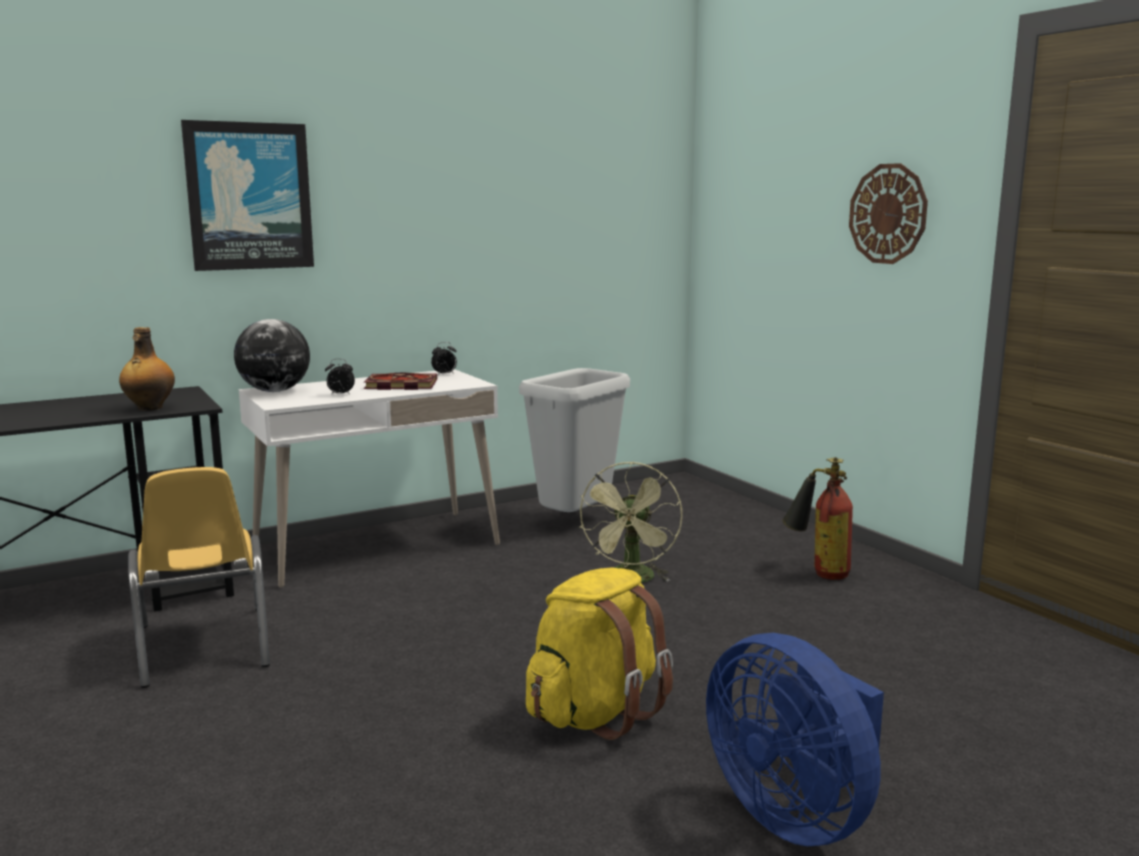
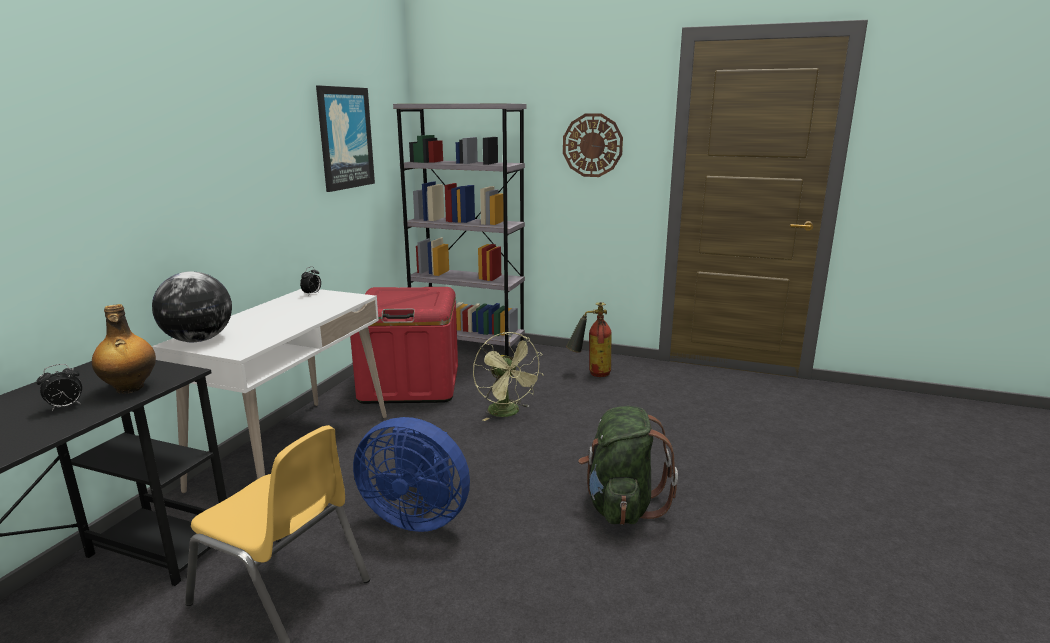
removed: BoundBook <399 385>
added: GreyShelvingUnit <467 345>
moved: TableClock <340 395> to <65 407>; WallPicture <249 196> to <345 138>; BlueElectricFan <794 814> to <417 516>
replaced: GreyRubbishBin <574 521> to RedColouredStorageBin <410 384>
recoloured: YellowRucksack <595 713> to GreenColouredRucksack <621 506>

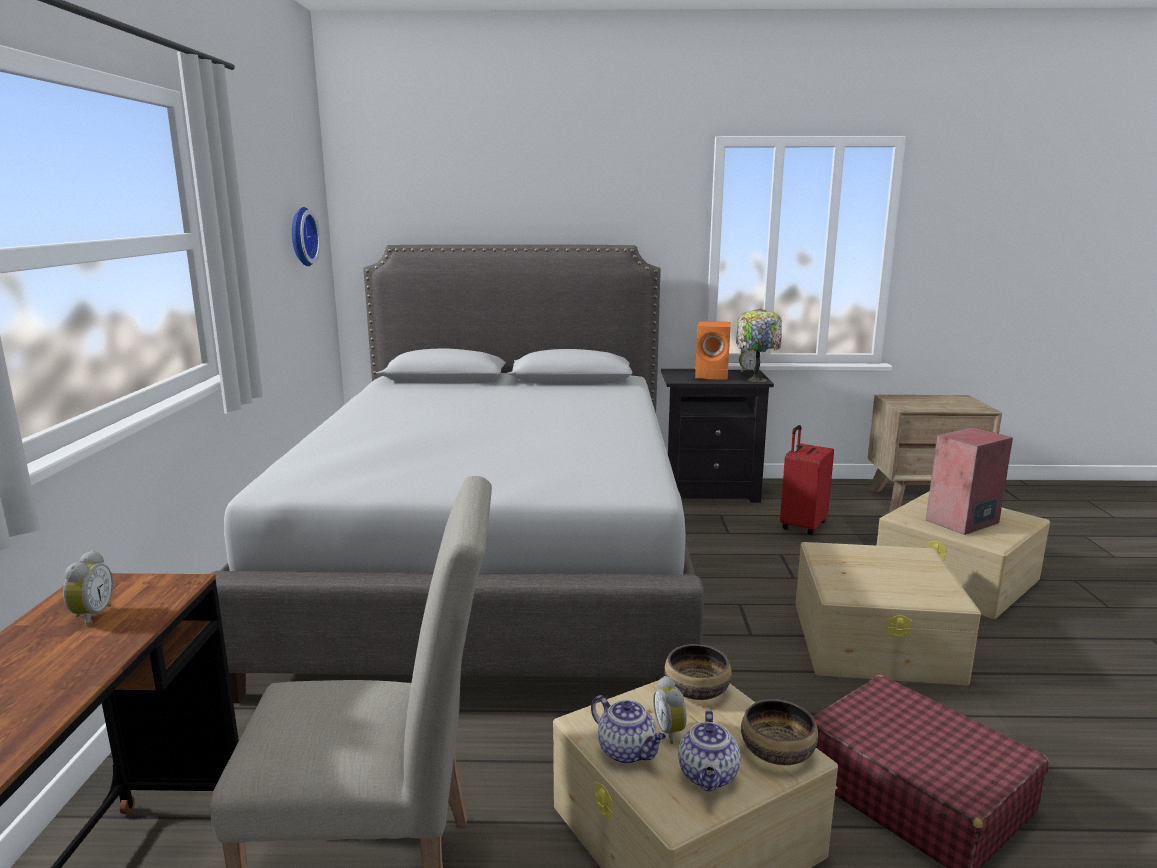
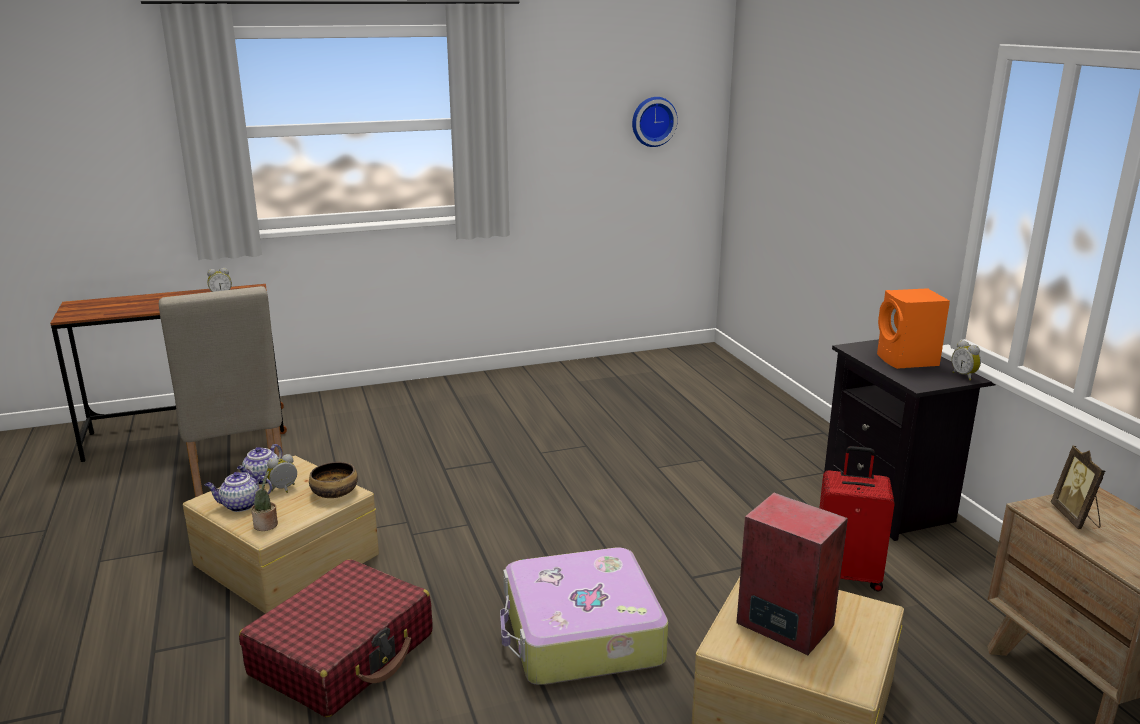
removed: GreySleepingBed <496 561>; LampForATable <756 379>
added: StandingFrame <1076 518>
replaced: DeepDish <777 752> to PottedPlant <267 525>; BeigeStorageBin <876 641> to PieceOfLuggage <580 635>

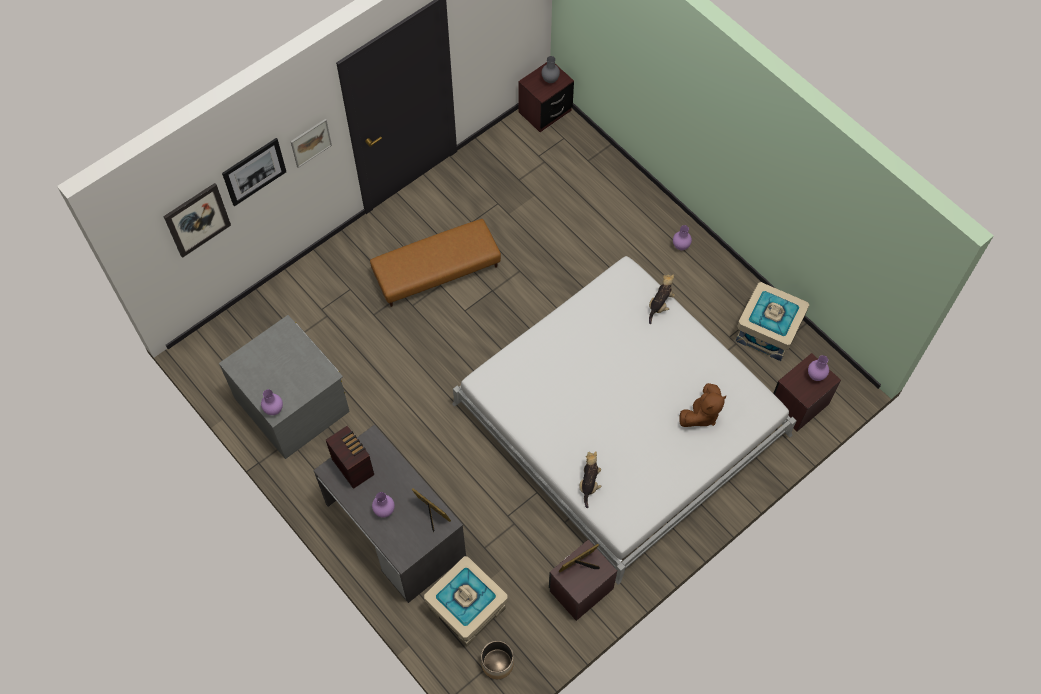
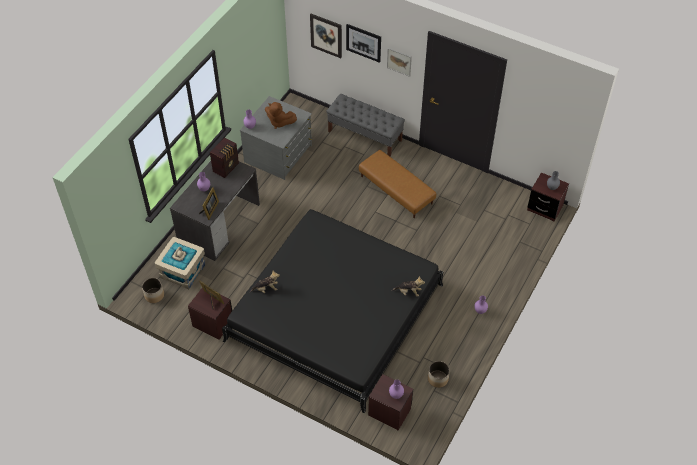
added: GreyLongSeat <365 136>
moved: BrownishSoftToy <701 414> to <279 122>
replaced: BeigeStorageBin <767 331> to Planter <438 379>
recoloured: WhiteSleepingBed <621 419> to BlackishSleepingBed <335 312>

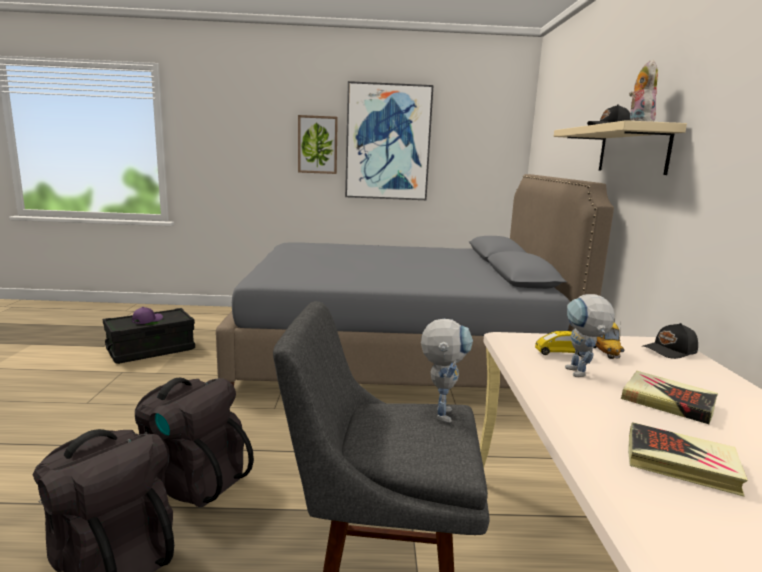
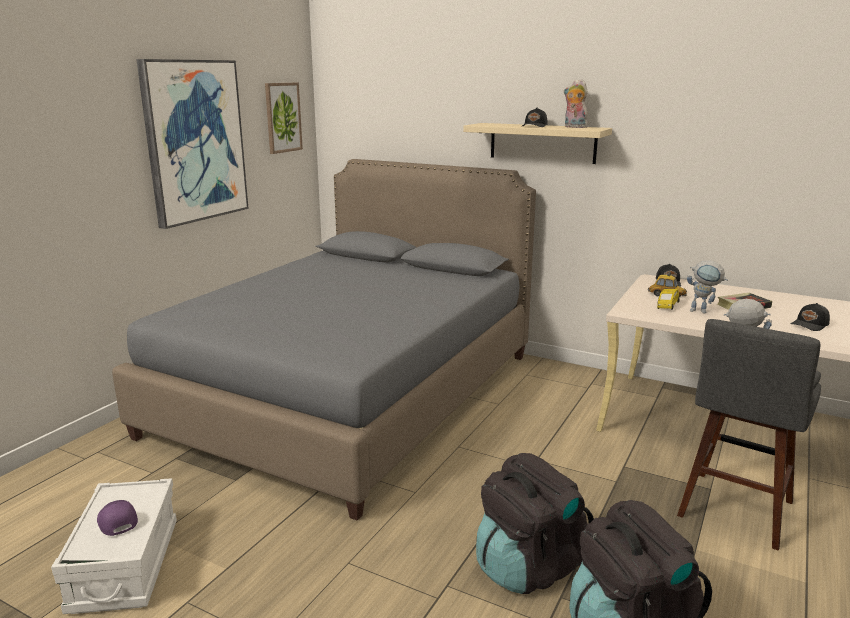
moved: WallPicture <317 144> to <282 117>
replaced: BoundBook <681 464> to BlackishCap <810 325>
recoloured: BlackishStorageBin <151 350> to WhiteStorageBin <125 565>

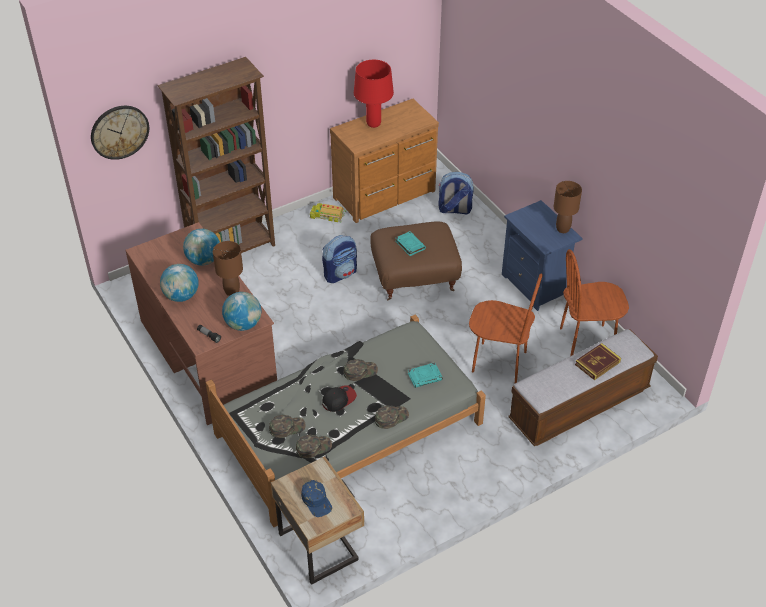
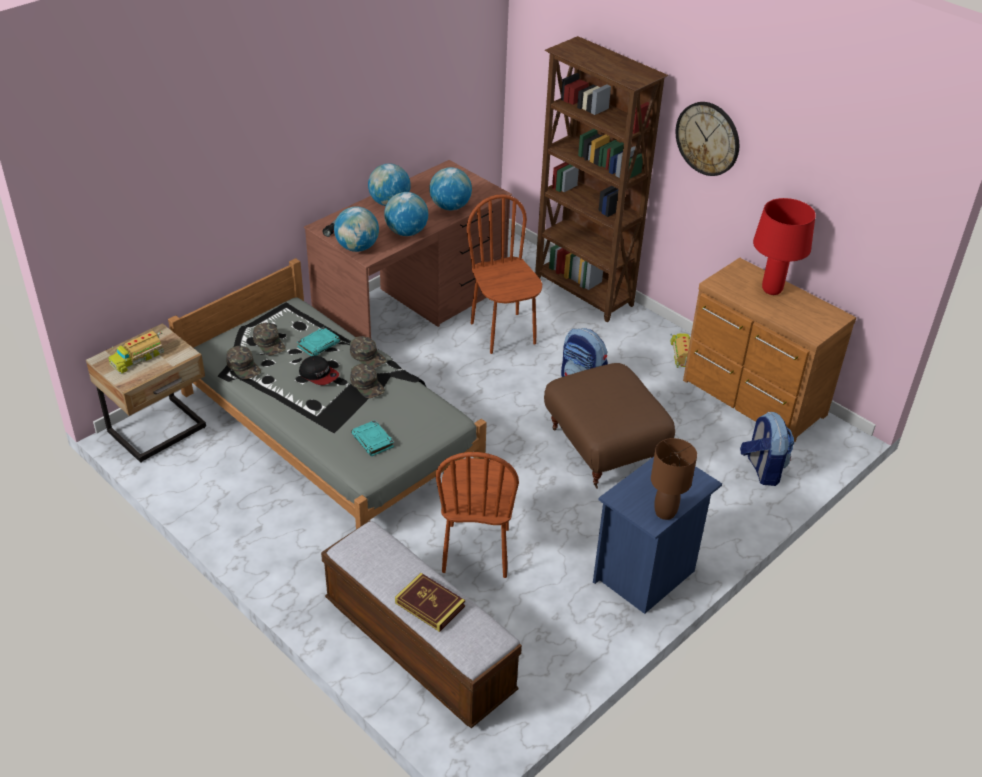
moved: TurquoiseColouredBoundBook <409 245> to <319 344>; GreenColouredCap <391 417> to <368 356>; BrownishUprightChair <586 341> to <503 333>; ClockOnTheWall <119 132> to <708 138>
replaced: BlueCap <317 501> to ModelTruck <137 358>; BrownishLampForATable <231 291> to Globe <406 232>

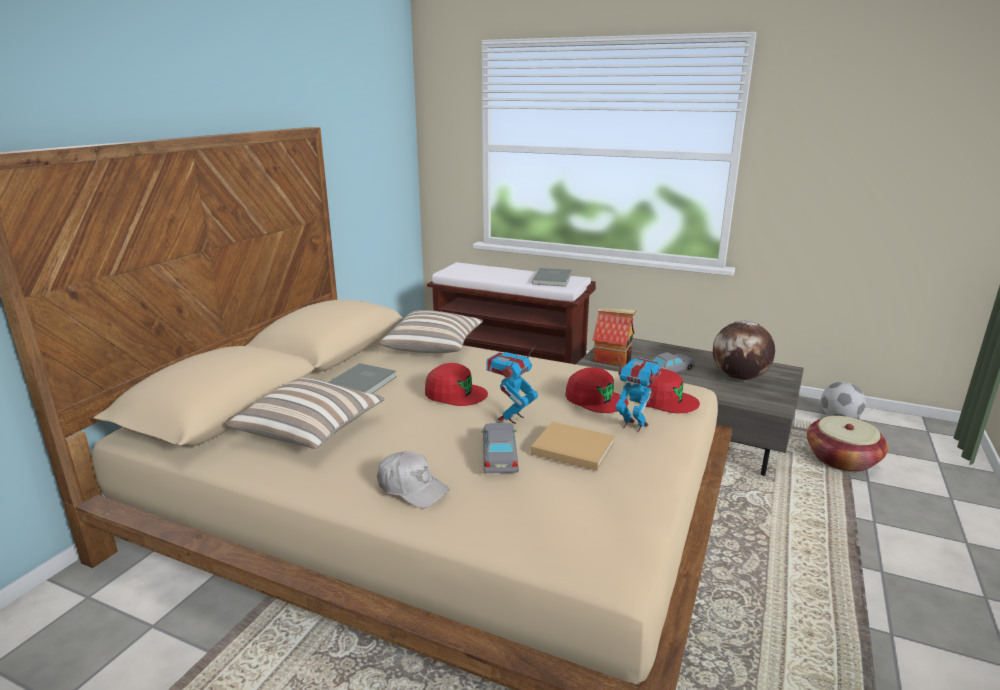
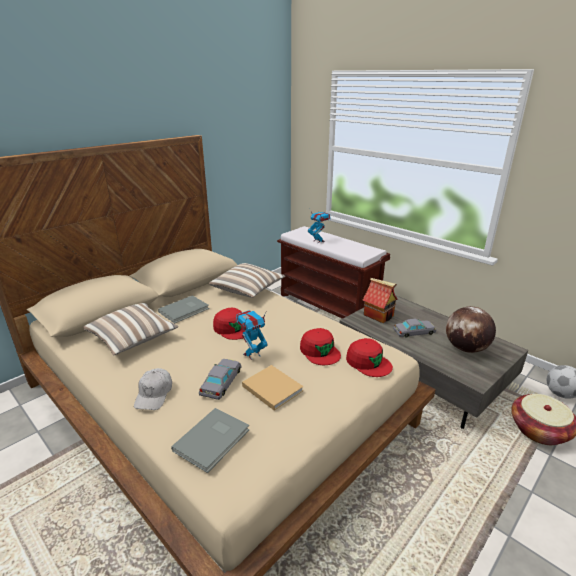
moved: GreyBoundBook <553 279> to <214 440>; ToyRobot <634 425> to <318 241>
turned: WhiteCap <412 488> = <154 394> 45 degrees clockwise

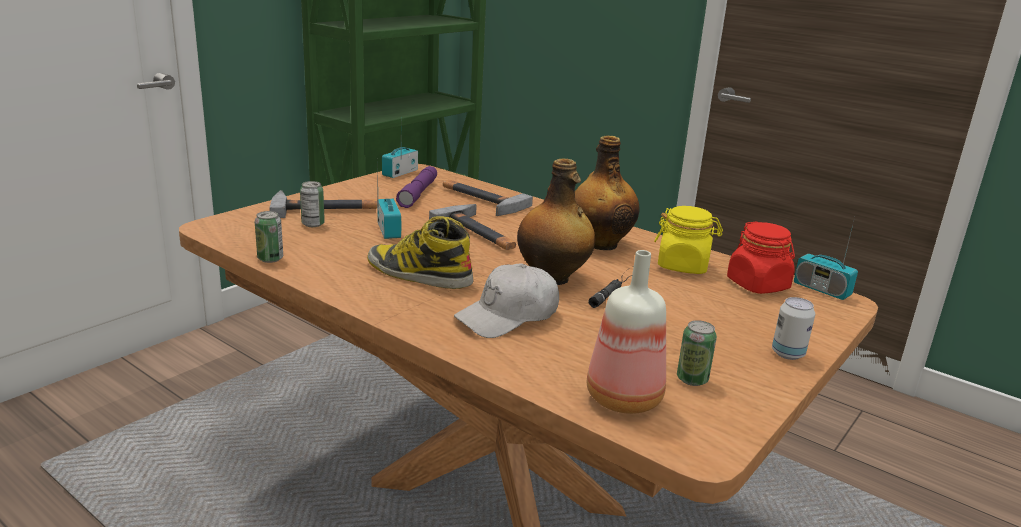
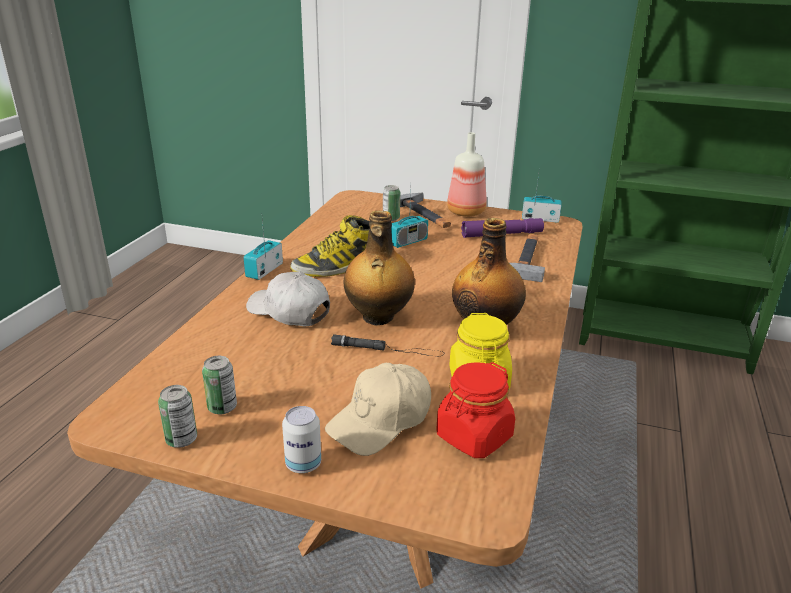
removed: ToolHammer <480 233>
added: BeigeCap <381 420>
moved: MetalCan <270 259> to <181 439>; RadioReceiver <821 290> to <264 270>; BeverageBottle <621 398> to <466 212>
turned: TallBoot <418 274> = <337 267> 120 degrees counterclockwise

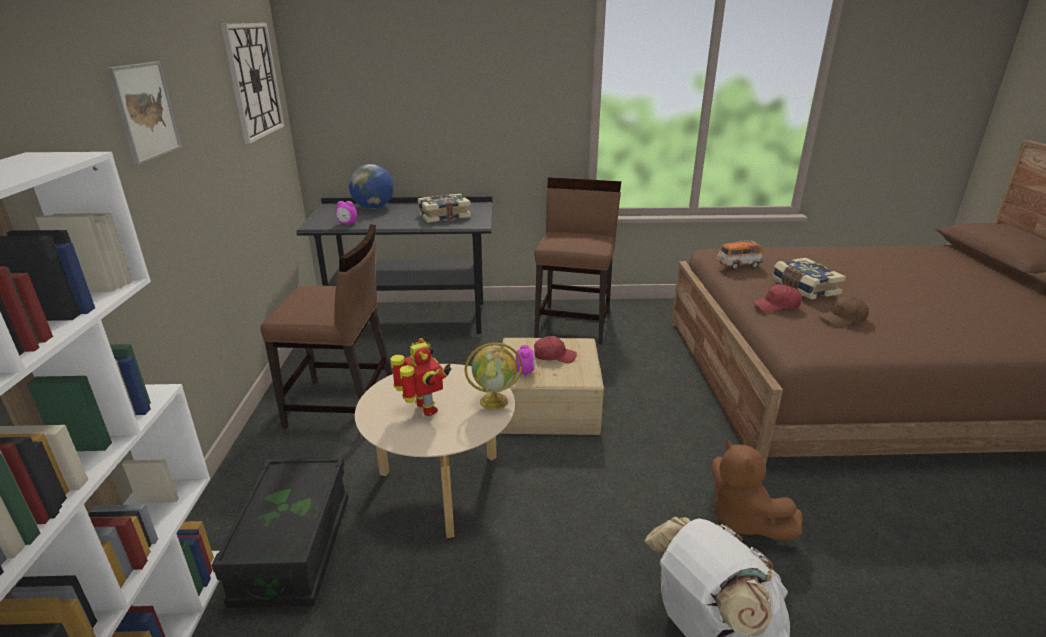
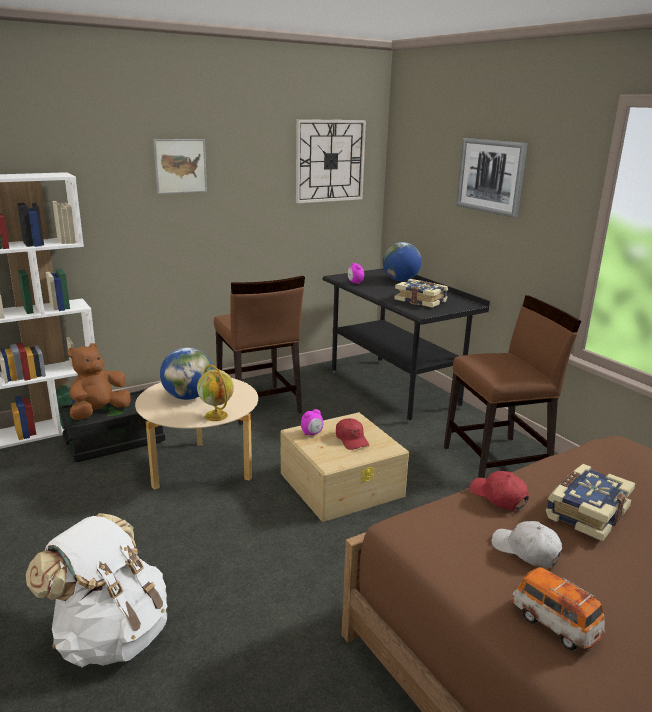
added: WallPicture <490 176>
moved: BrownishSoftToy <742 520> to <99 413>; ModelCar <738 265> to <554 624>
replaced: ToyRobot <424 409> to Globe <188 397>
recoloured: BrownishCap <843 319> to WhiteCap <526 551>

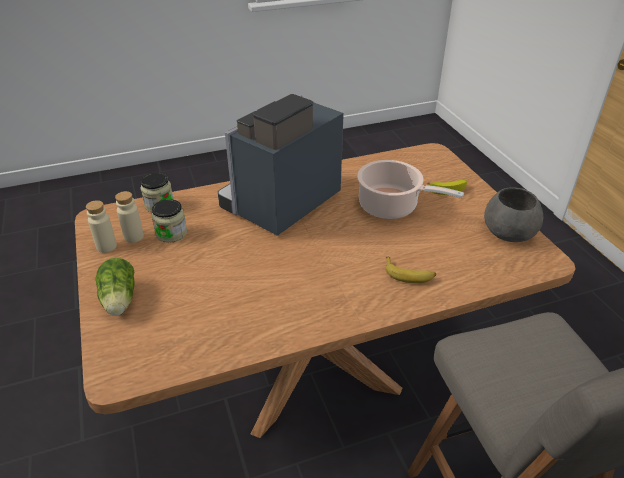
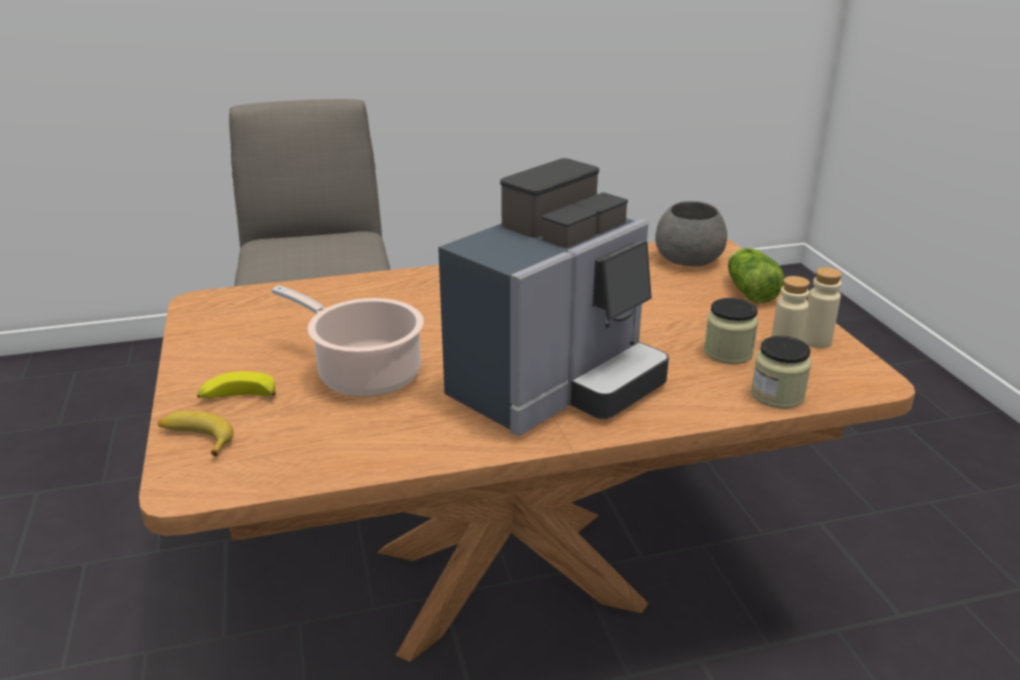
moved: Banana <409 274> to <196 439>; GreyDeepDish <509 233> to <688 259>

